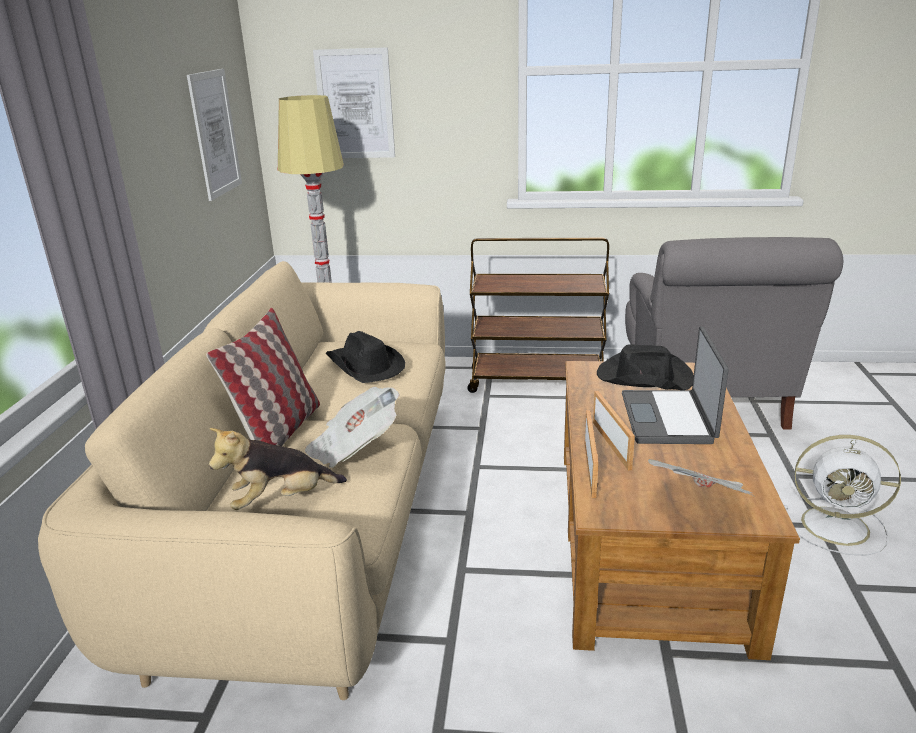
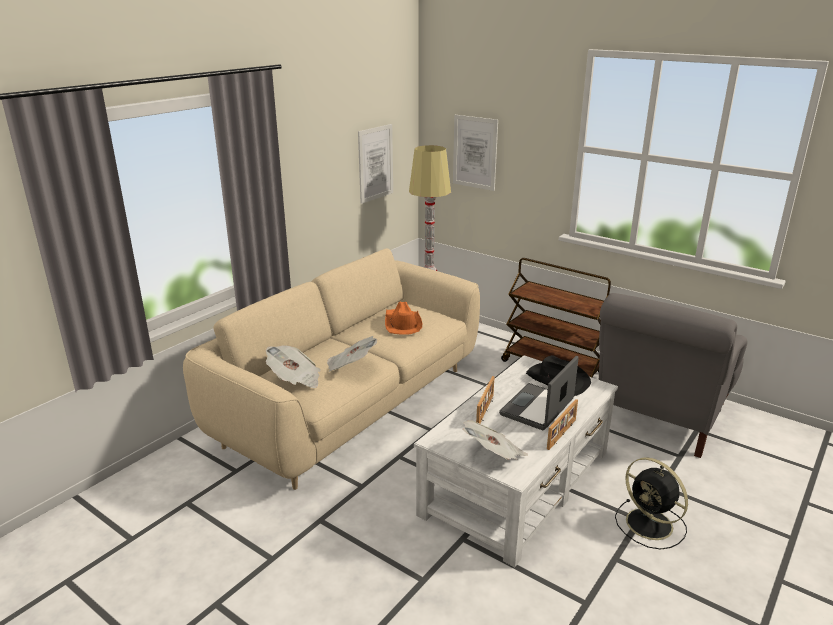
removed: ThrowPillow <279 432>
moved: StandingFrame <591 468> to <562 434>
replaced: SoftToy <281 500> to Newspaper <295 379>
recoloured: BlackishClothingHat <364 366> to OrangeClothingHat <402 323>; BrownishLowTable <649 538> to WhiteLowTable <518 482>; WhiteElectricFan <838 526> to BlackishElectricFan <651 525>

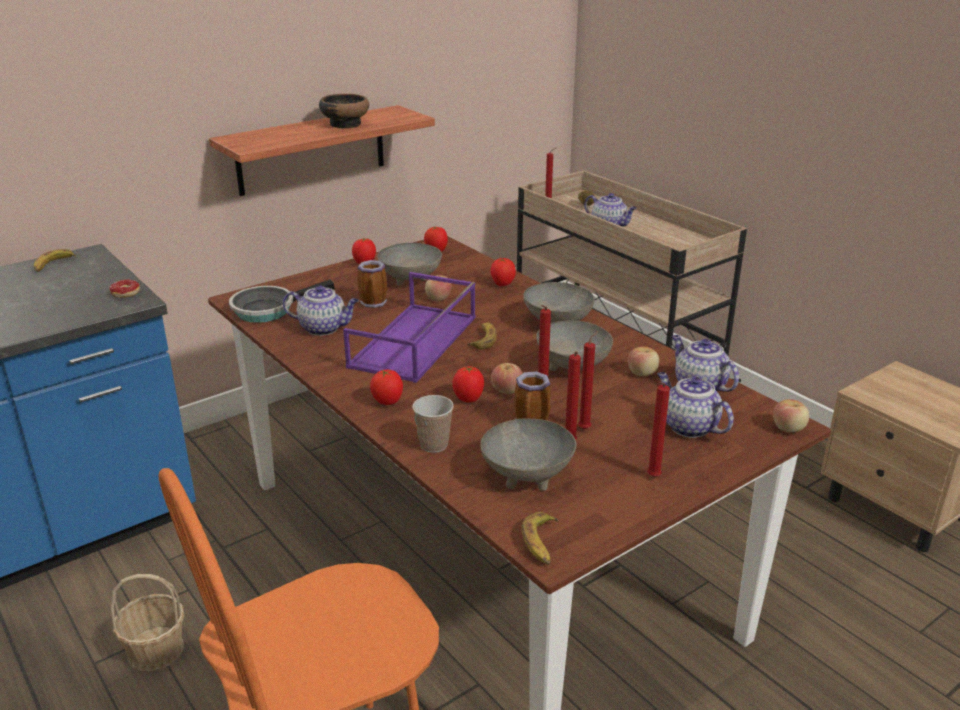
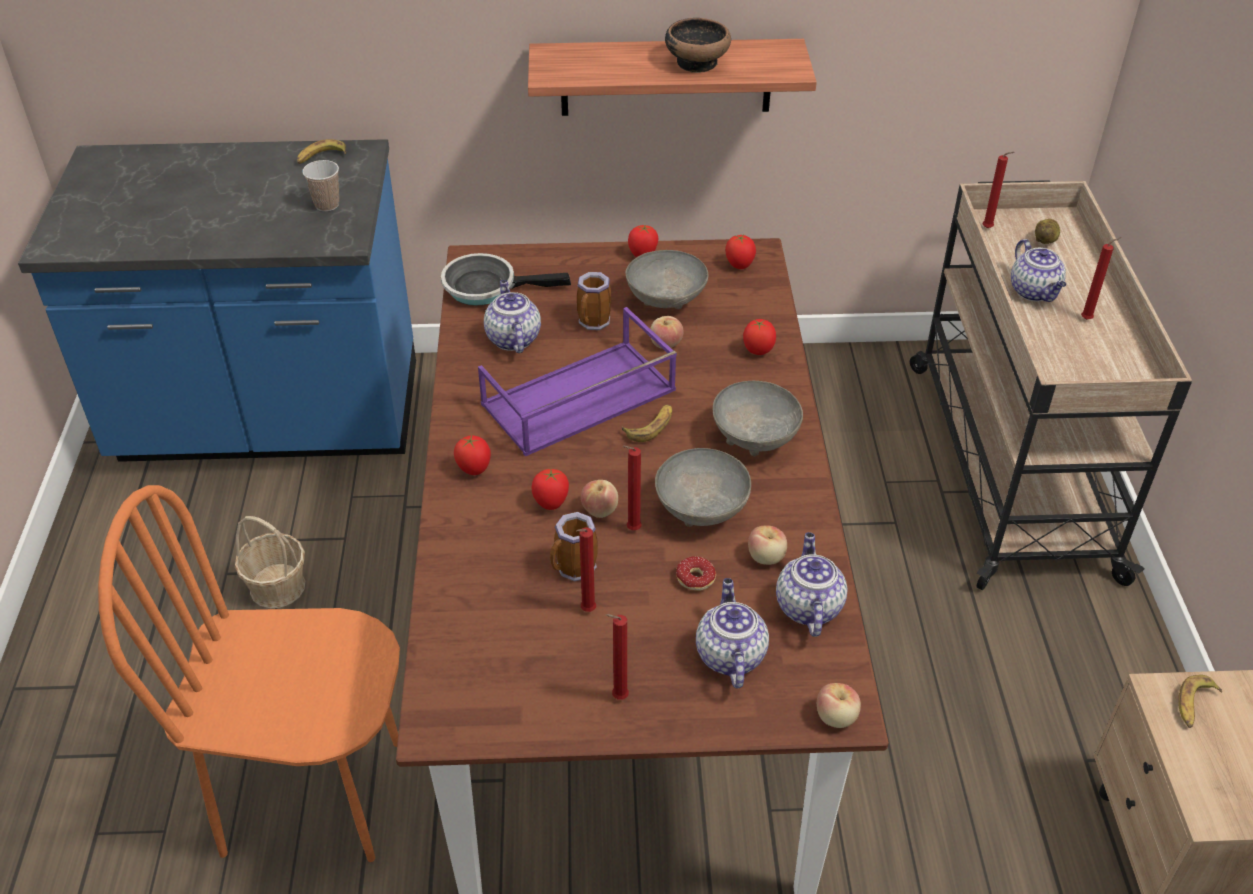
removed: GreyDeepDish <528 475>
moved: SmallCup <434 445> to <327 205>; Donut <124 296> to <691 583>; RedColouredCandle <586 428> to <1088 319>; Banana <541 543> to <1194 705>
turned: PotForTea <324 328> = <512 338> 150 degrees counterclockwise

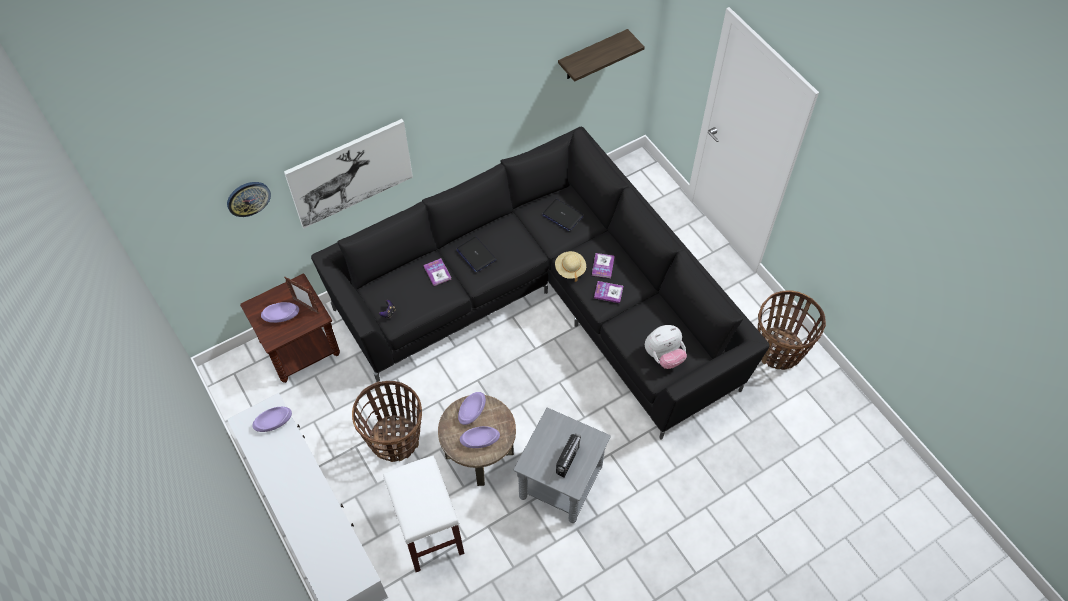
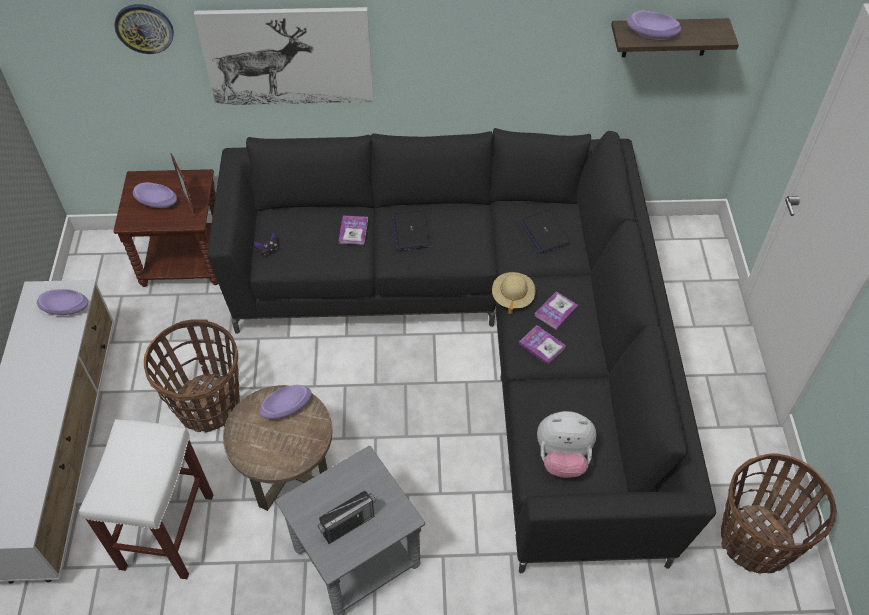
moved: PurpleColouredDeepDish <480 440> to <652 33>

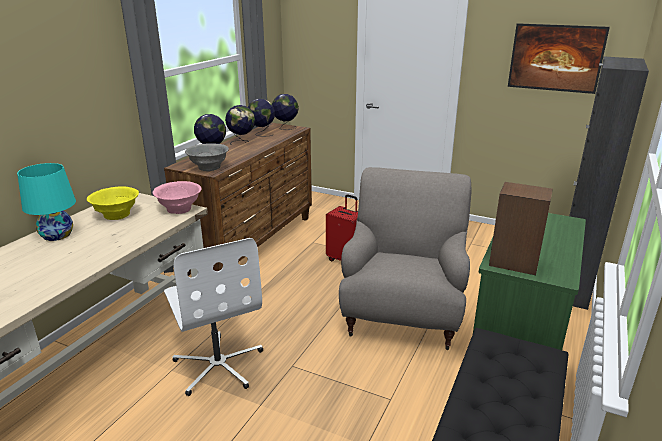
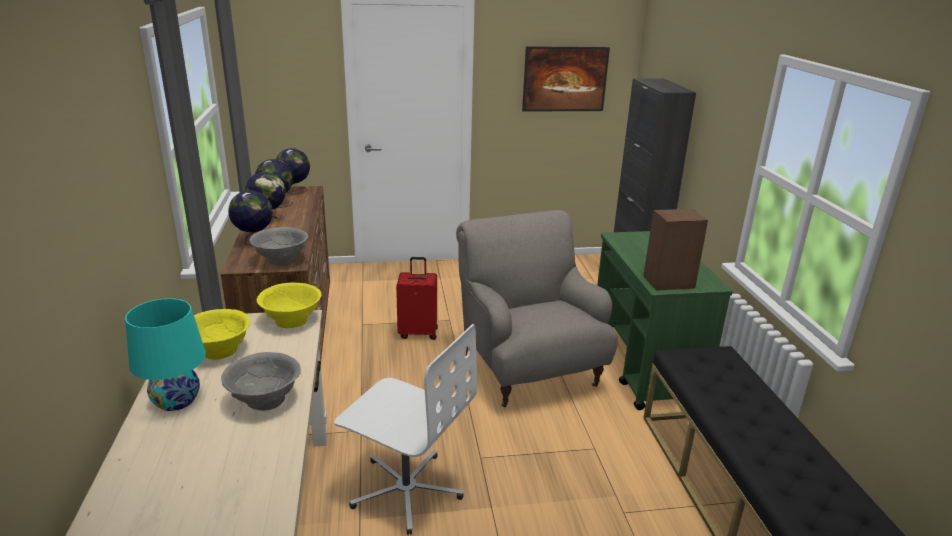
added: GreyDeepDish <265 400>
recoloured: PinkColouredDeepDish <179 209> to YellowDeepDish <291 320>

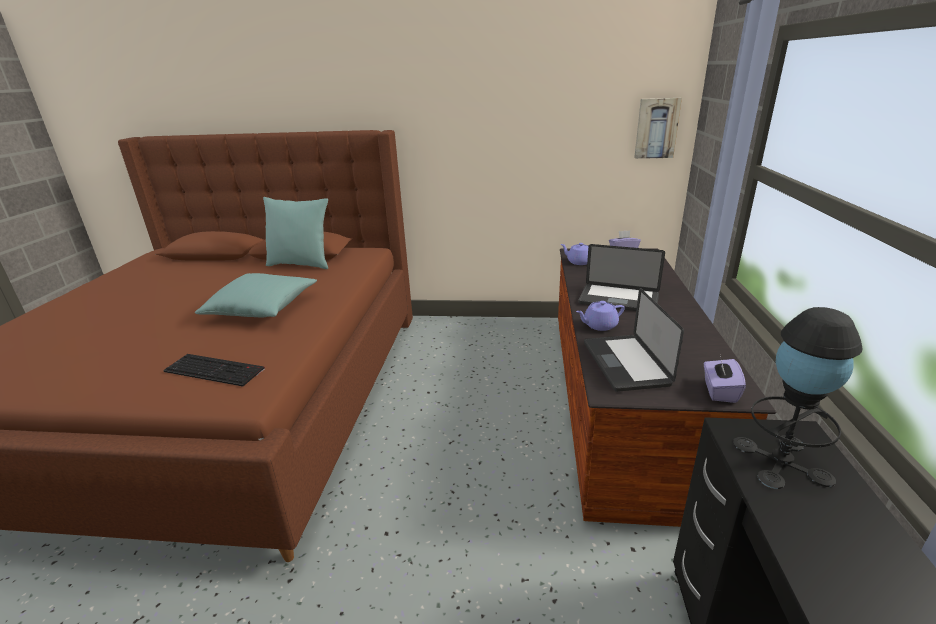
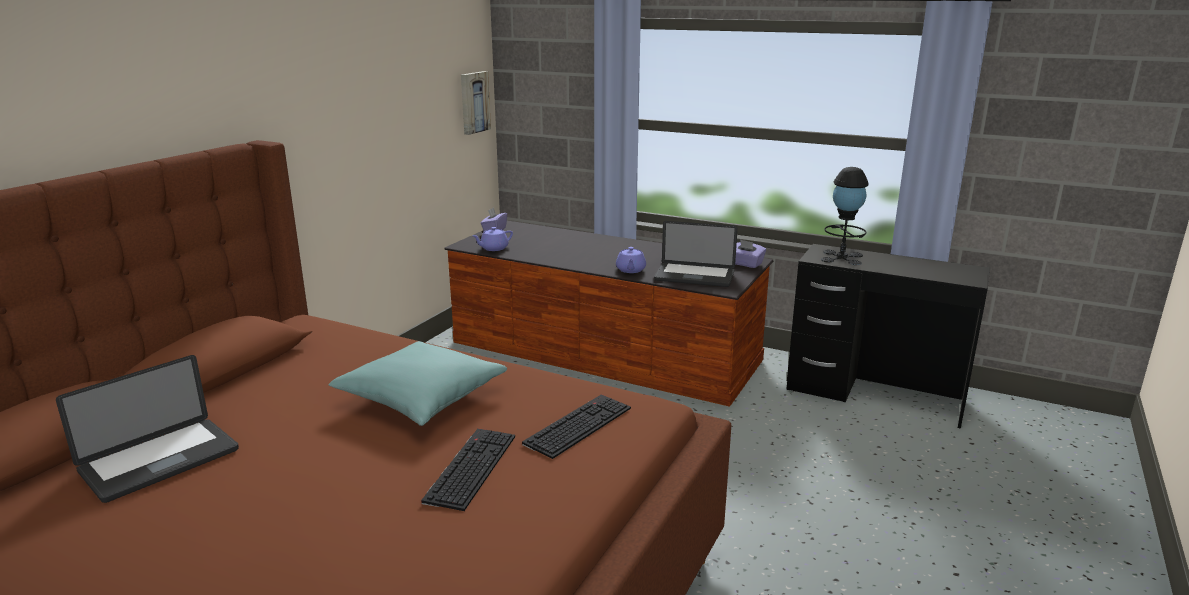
removed: TurquoiseColouredThrowPillow <301 264>
added: Keyboard <470 467>
moved: PortableComputer <618 299> to <160 461>

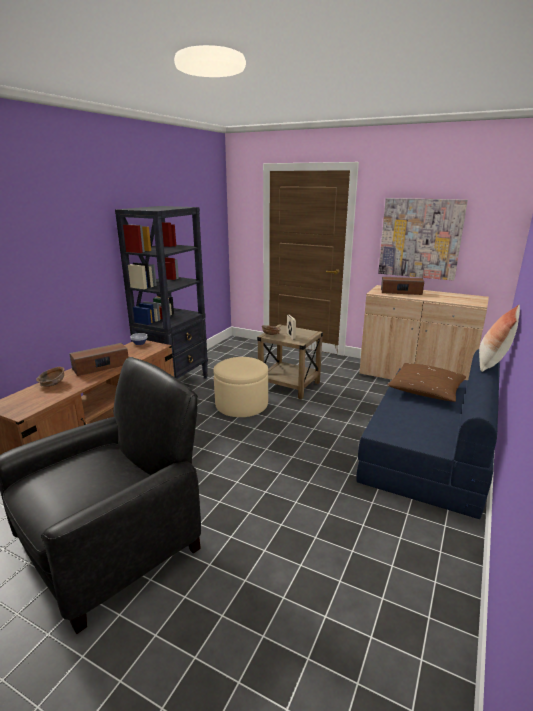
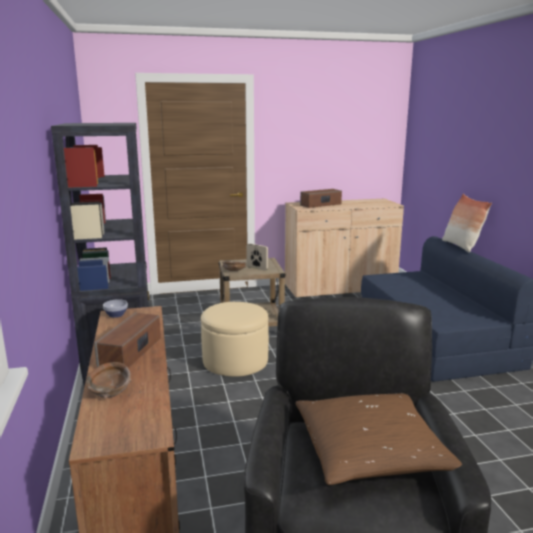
removed: WallPicture <420 238>
moved: BrownishThrowPillow <426 390> to <370 451>

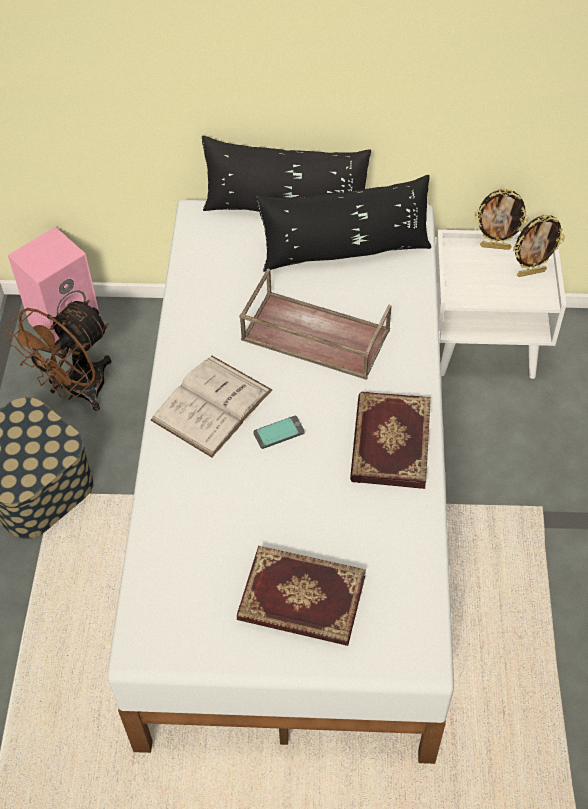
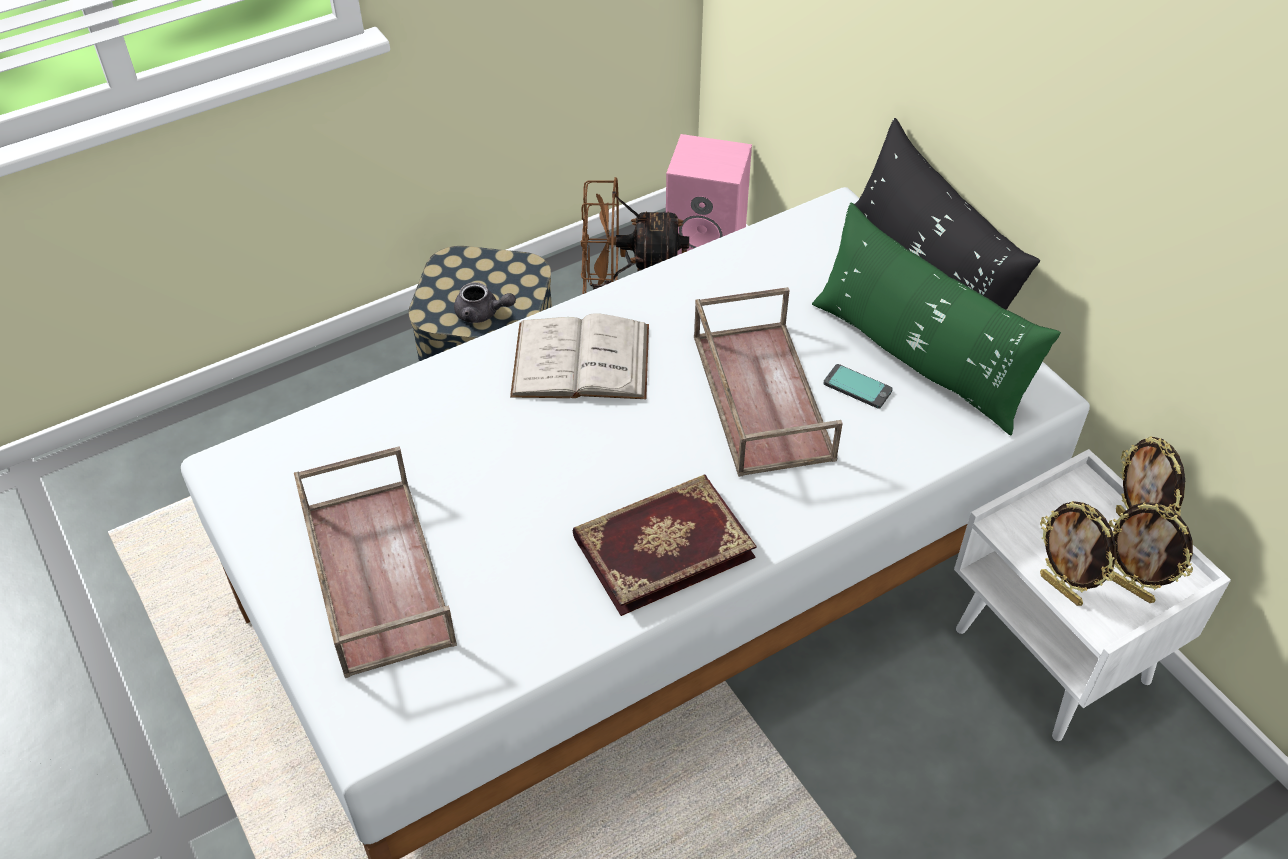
added: GreyPotForTea <482 314>; StandingFrame <1061 589>
moved: Handset <278 432> to <857 387>
replaced: BoundBook <301 600> to BrownishTray <374 573>
recoloured: BlackishThrowPillow <345 251> to GreenColouredThrowPillow <918 358>

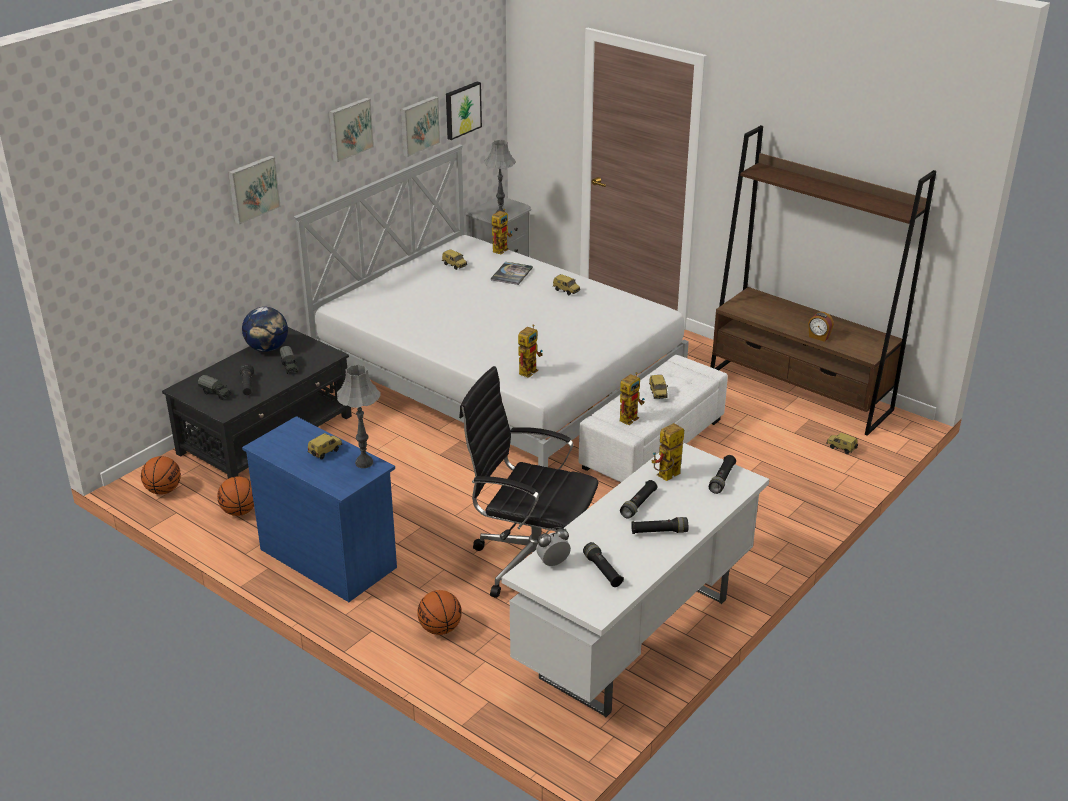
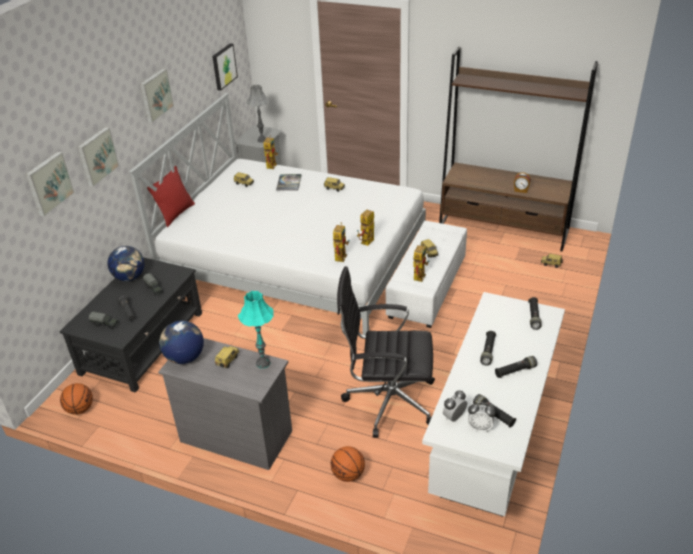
removed: BallForBasketball <239 511>
added: RedColouredThrowPillow <176 214>; Globe <185 358>; TableClock <480 427>
moved: WallPicture <418 125> to <48 183>; ToyRobot <666 477> to <367 243>
recoloured: BlueChestOfDrawers <327 558> to GreyChestOfDrawers <236 436>; GreyLampForATable <364 463> to TurquoiseColouredLampForATable <263 363>

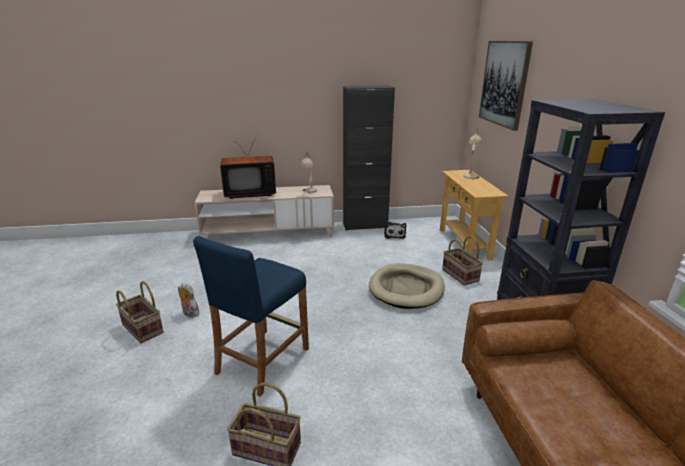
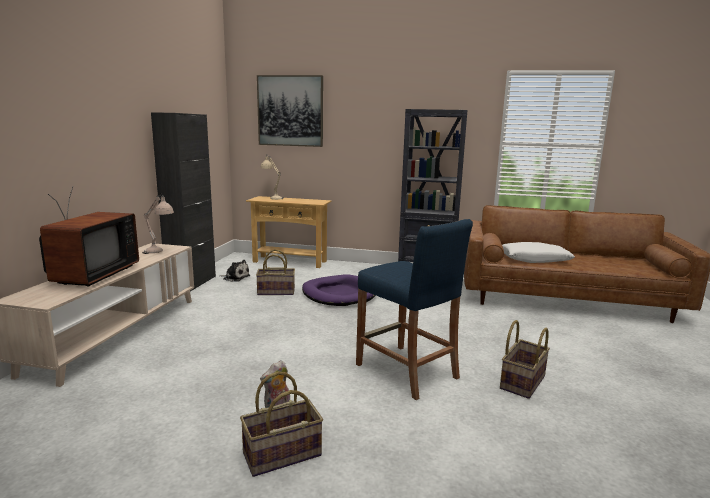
added: WhiteThrowPillow <534 259>
moved: Basket <461 275> to <276 291>
recoloured: BeigeDogBed <406 288> to PurpleColouredDogBed <339 294>

